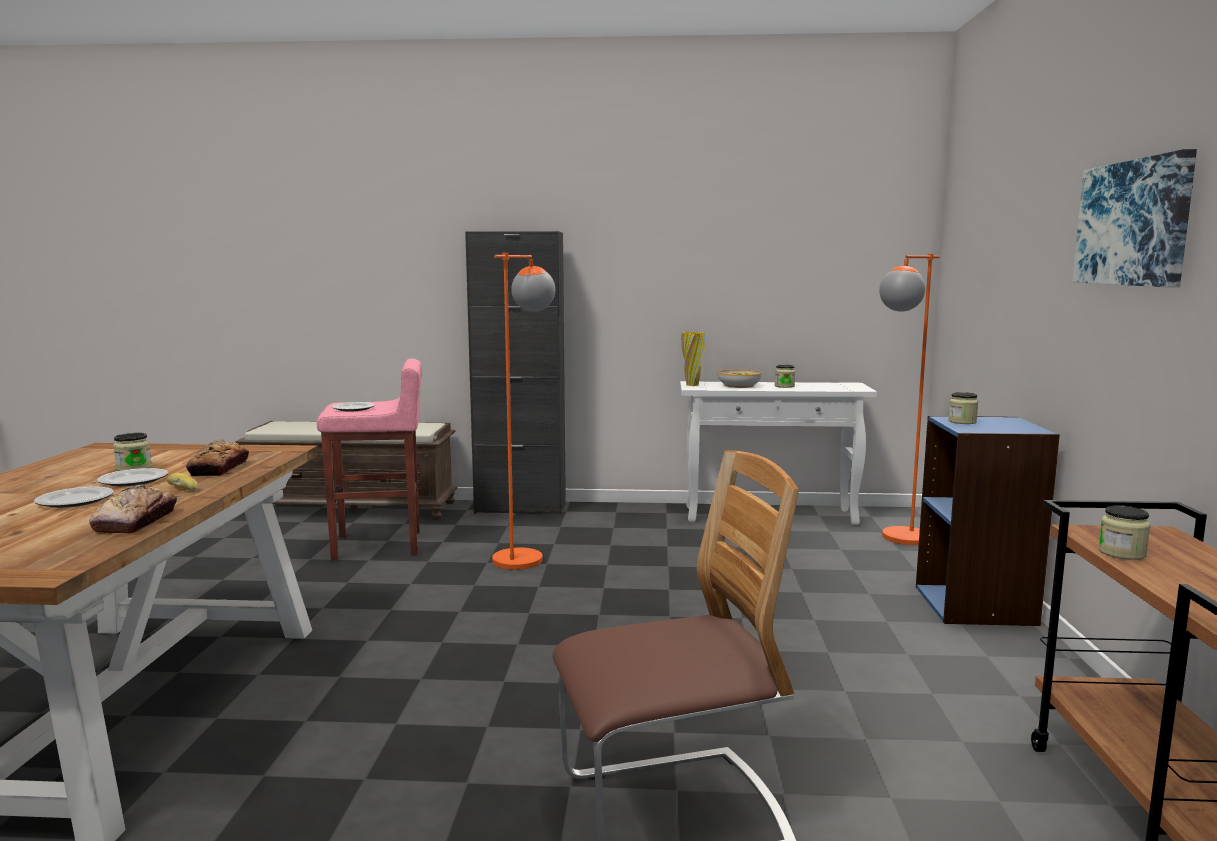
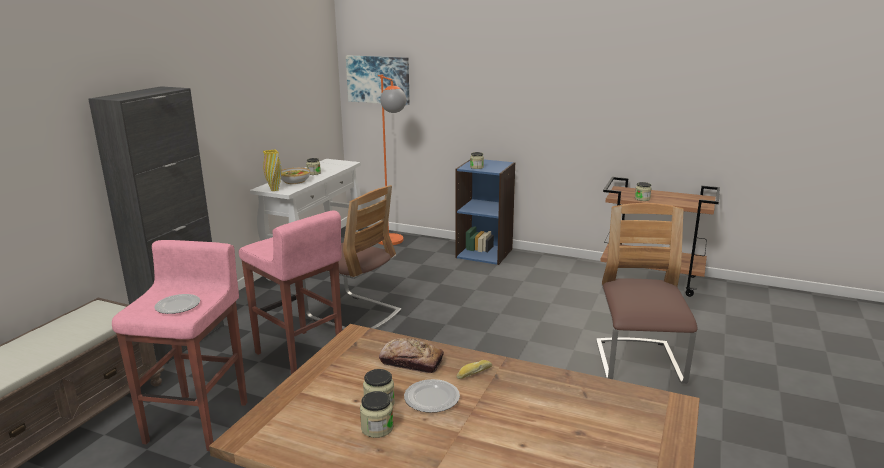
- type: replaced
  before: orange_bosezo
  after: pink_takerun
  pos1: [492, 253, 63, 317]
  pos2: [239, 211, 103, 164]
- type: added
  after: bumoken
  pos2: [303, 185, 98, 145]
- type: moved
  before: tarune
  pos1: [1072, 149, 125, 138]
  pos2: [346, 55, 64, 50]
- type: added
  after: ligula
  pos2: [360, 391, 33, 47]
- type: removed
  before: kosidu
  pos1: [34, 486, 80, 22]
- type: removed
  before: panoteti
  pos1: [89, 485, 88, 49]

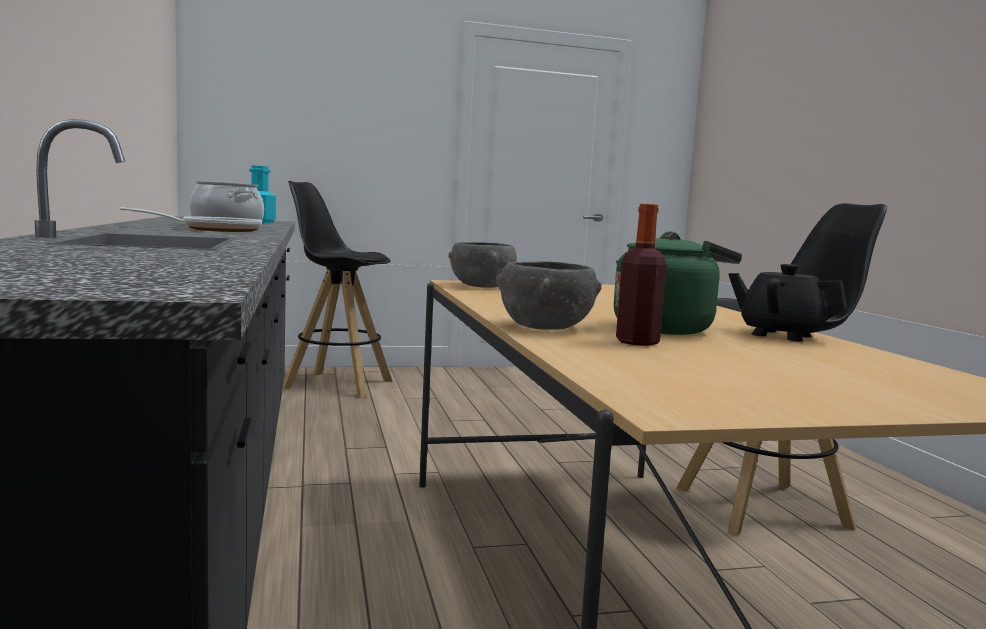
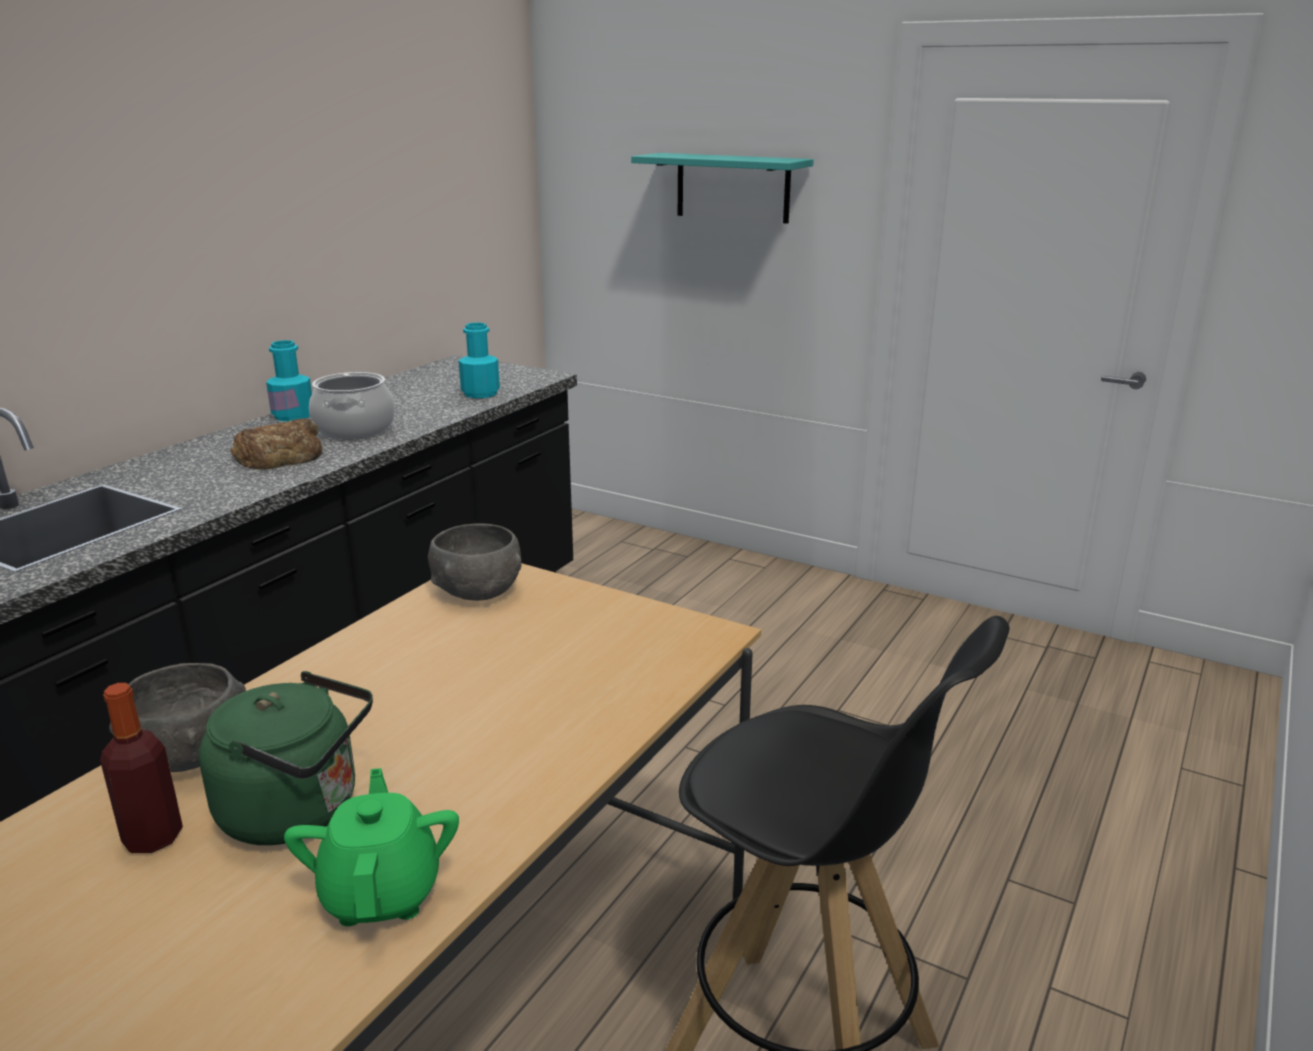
- type: replaced
  before: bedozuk
  after: panoteti
  pos1: [120, 207, 142, 25]
  pos2: [230, 418, 93, 52]
- type: added
  after: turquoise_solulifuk
  pos2: [266, 340, 46, 81]
- type: recoloured
  before: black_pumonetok
  after: green_pumonetok
  pos1: [728, 264, 119, 78]
  pos2: [284, 768, 175, 158]
- type: added
  after: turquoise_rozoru
  pos2: [631, 153, 183, 71]
- type: removed
  before: black_takerun
  pos1: [283, 181, 109, 217]

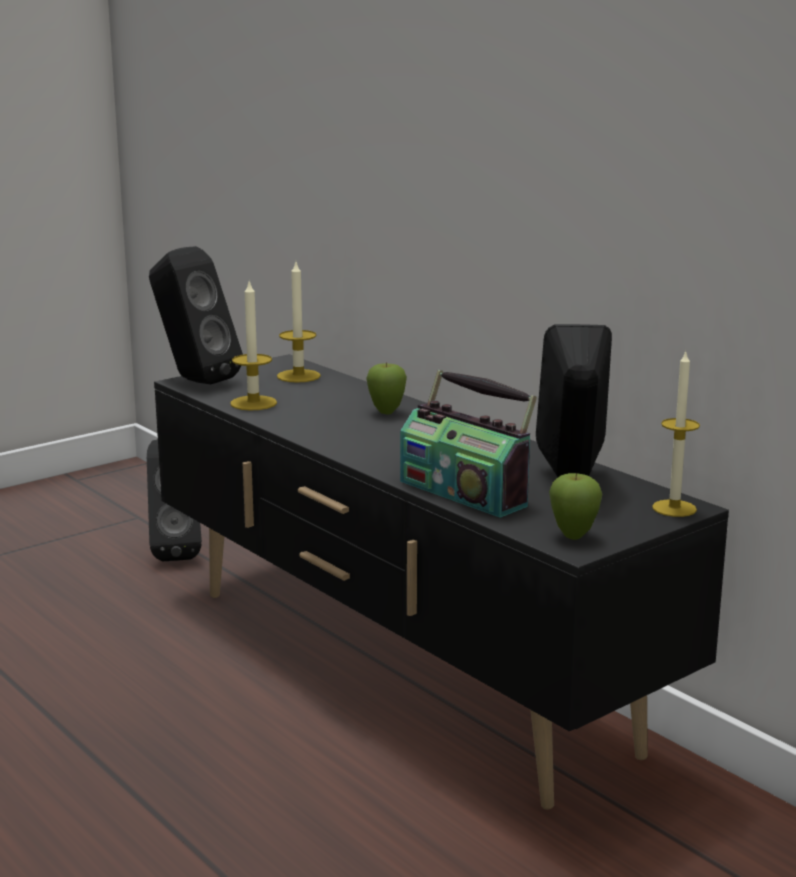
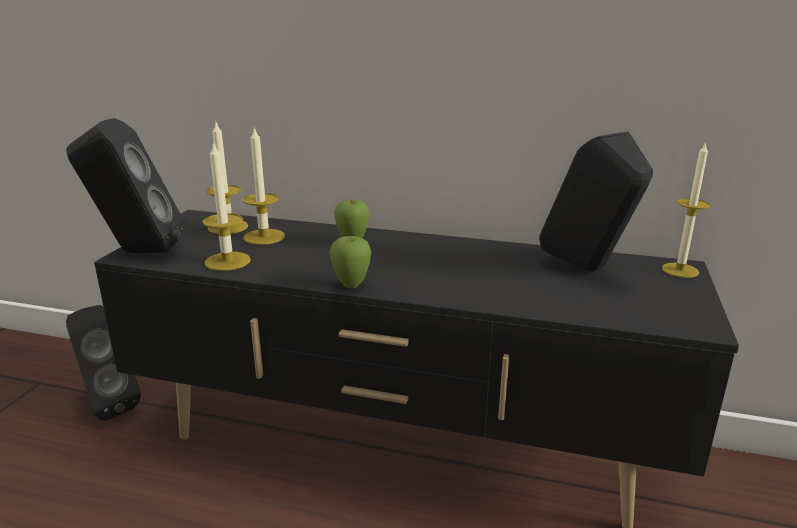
- type: added
  after: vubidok
  pos2: [243, 127, 42, 118]
- type: moved
  before: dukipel
  pos1: [549, 473, 53, 67]
  pos2: [329, 236, 43, 52]
- type: removed
  before: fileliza
  pos1: [400, 370, 137, 148]

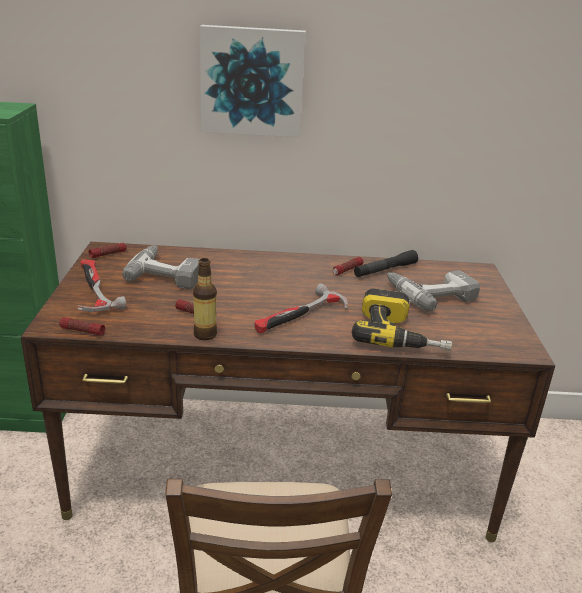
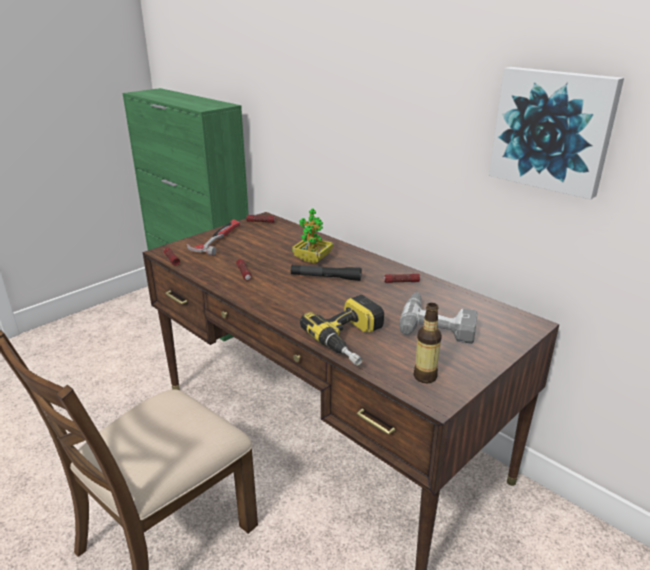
- type: moved
  before: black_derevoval
  pos1: [354, 250, 64, 27]
  pos2: [291, 265, 71, 16]
- type: added
  after: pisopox
  pos2: [292, 208, 41, 56]
- type: moved
  before: solulifuk
  pos1: [193, 258, 24, 82]
  pos2: [414, 303, 28, 80]
- type: moved
  before: tarune
  pos1: [200, 25, 106, 112]
  pos2: [489, 67, 135, 132]
- type: removed
  before: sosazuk
  pos1: [122, 245, 78, 44]
- type: removed
  before: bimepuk
  pos1: [254, 283, 94, 50]

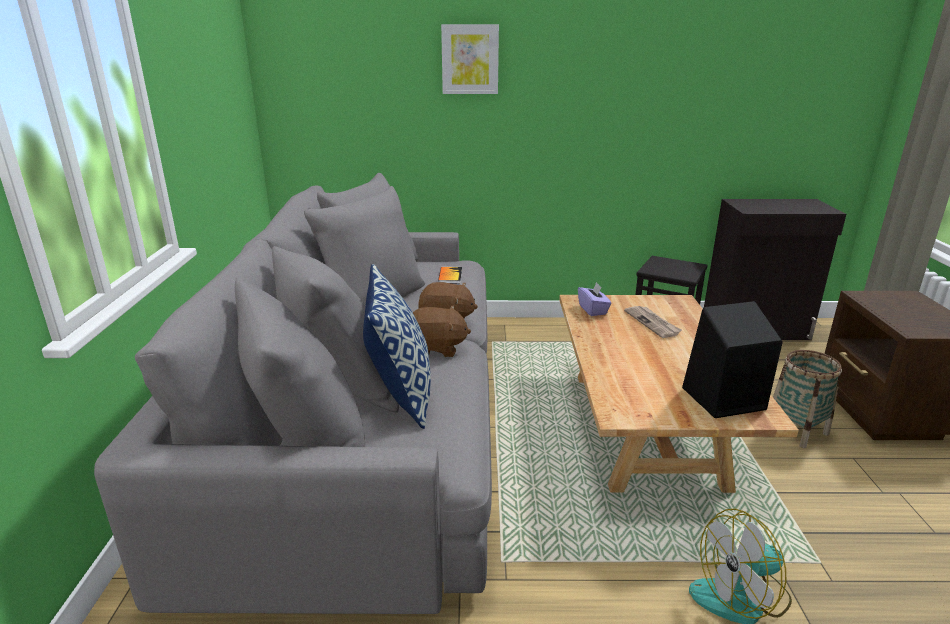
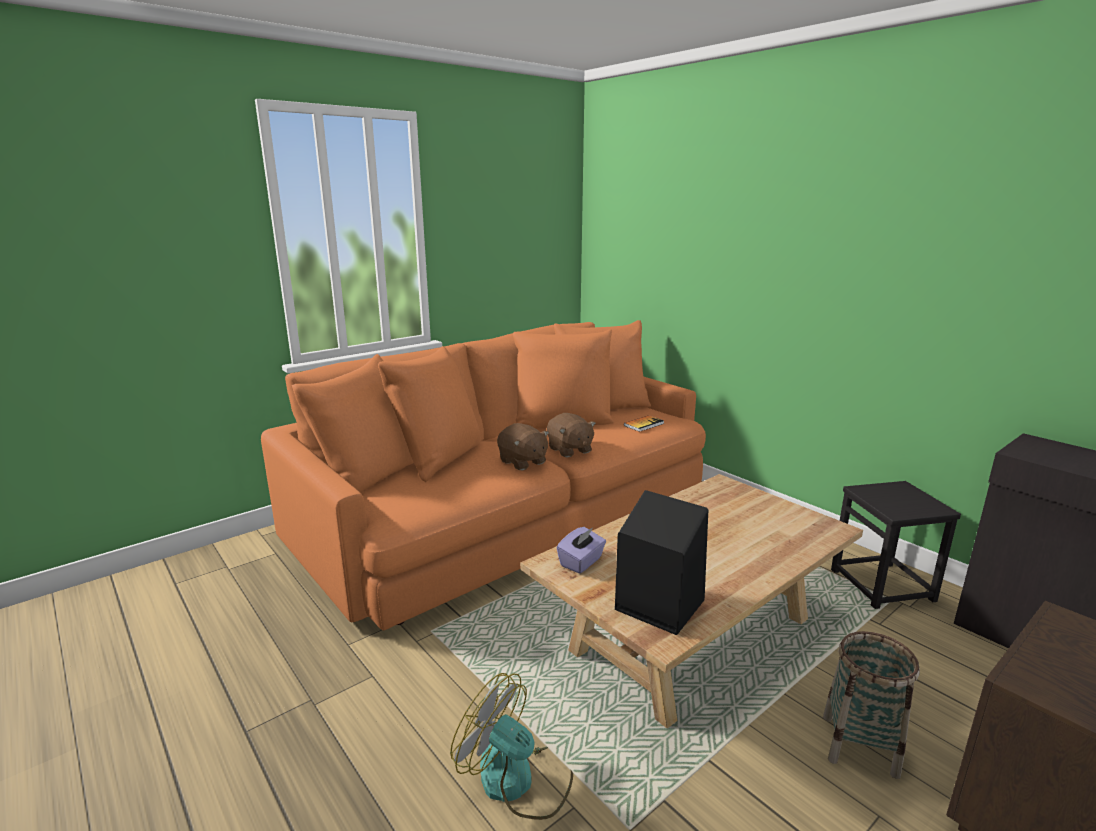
- type: recoloured
  before: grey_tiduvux
  after: orange_tiduvux
  pos1: [94, 173, 398, 441]
  pos2: [261, 320, 445, 311]
- type: moved
  before: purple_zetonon
  pos1: [578, 282, 33, 34]
  pos2: [557, 527, 49, 47]
- type: removed
  before: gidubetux
  pos1: [363, 264, 68, 165]
- type: removed
  before: tarune
  pos1: [441, 24, 58, 70]
- type: removed
  before: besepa
  pos1: [624, 306, 58, 32]

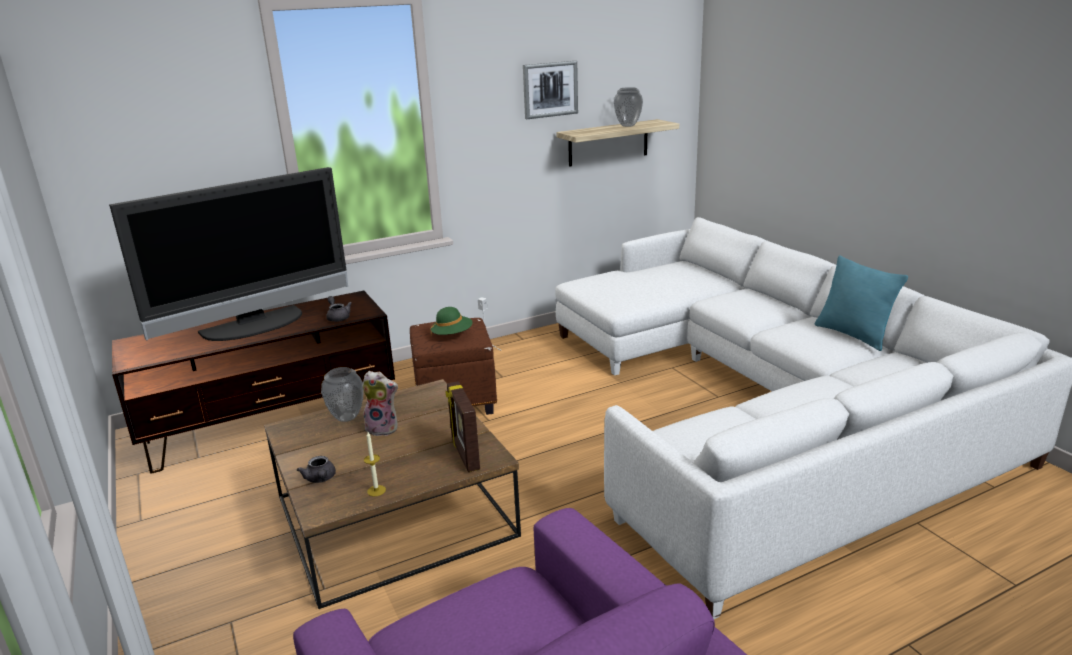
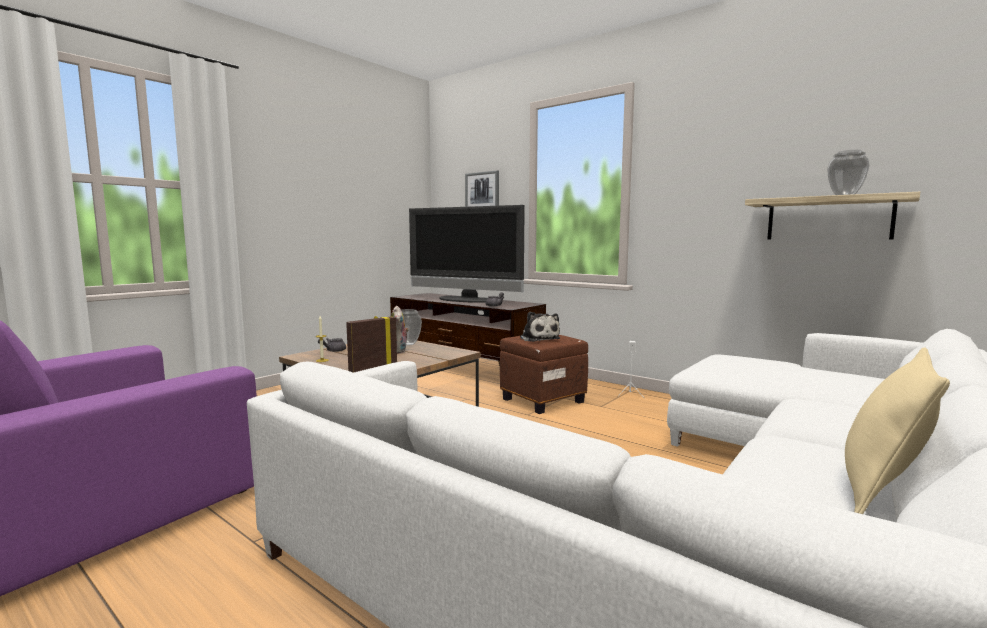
- type: moved
  before: tarune
  pos1: [523, 61, 55, 58]
  pos2: [465, 170, 34, 37]
- type: replaced
  before: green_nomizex
  after: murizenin
  pos1: [431, 307, 42, 29]
  pos2: [520, 312, 40, 30]
- type: recoloured
  before: turquoise_gidubetux
  after: beige_gidubetux
  pos1: [815, 255, 93, 96]
  pos2: [845, 347, 105, 167]

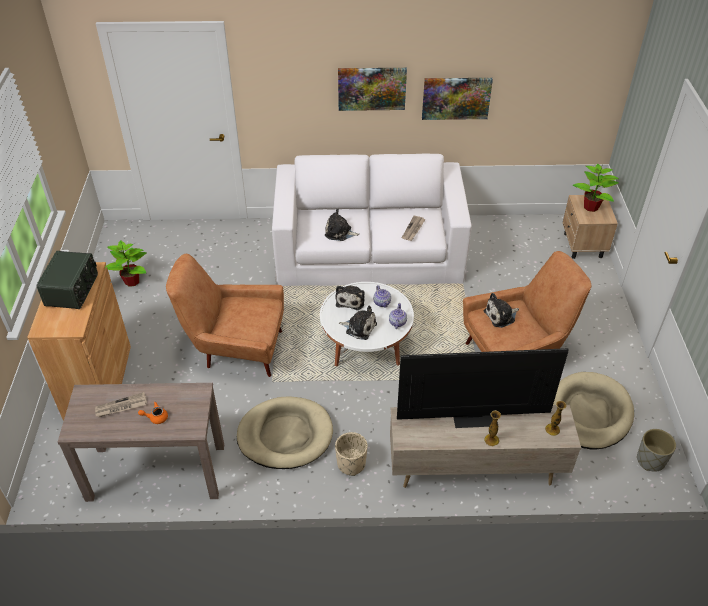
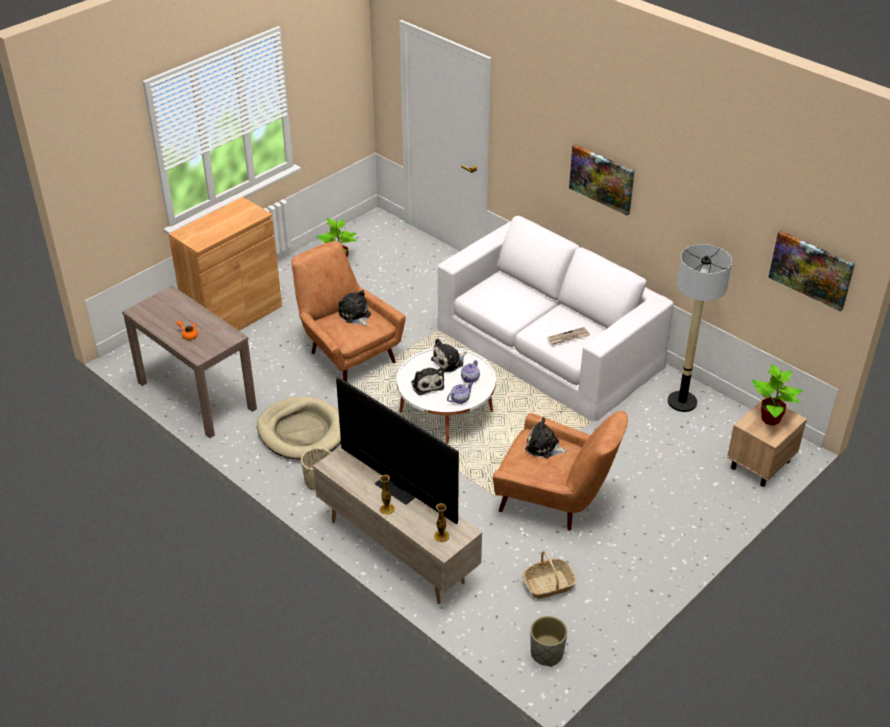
- type: moved
  before: murizenin
  pos1: [325, 209, 35, 32]
  pos2: [339, 290, 32, 36]
- type: replaced
  before: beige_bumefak
  after: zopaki
  pos1: [553, 372, 81, 77]
  pos2: [522, 551, 55, 48]
- type: added
  after: bosezo
  pos2: [668, 244, 64, 168]
- type: moved
  before: tarune
  pos1: [422, 78, 71, 42]
  pos2: [768, 231, 87, 81]
- type: removed
  before: fileliza
  pos1: [37, 251, 61, 58]
- type: removed
  before: besepa
  pos1: [95, 392, 52, 25]

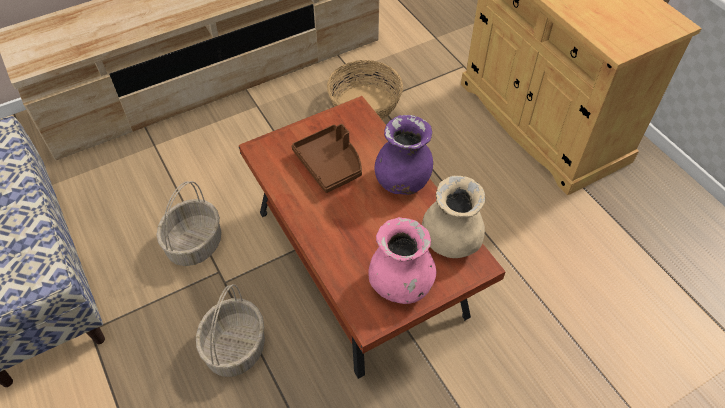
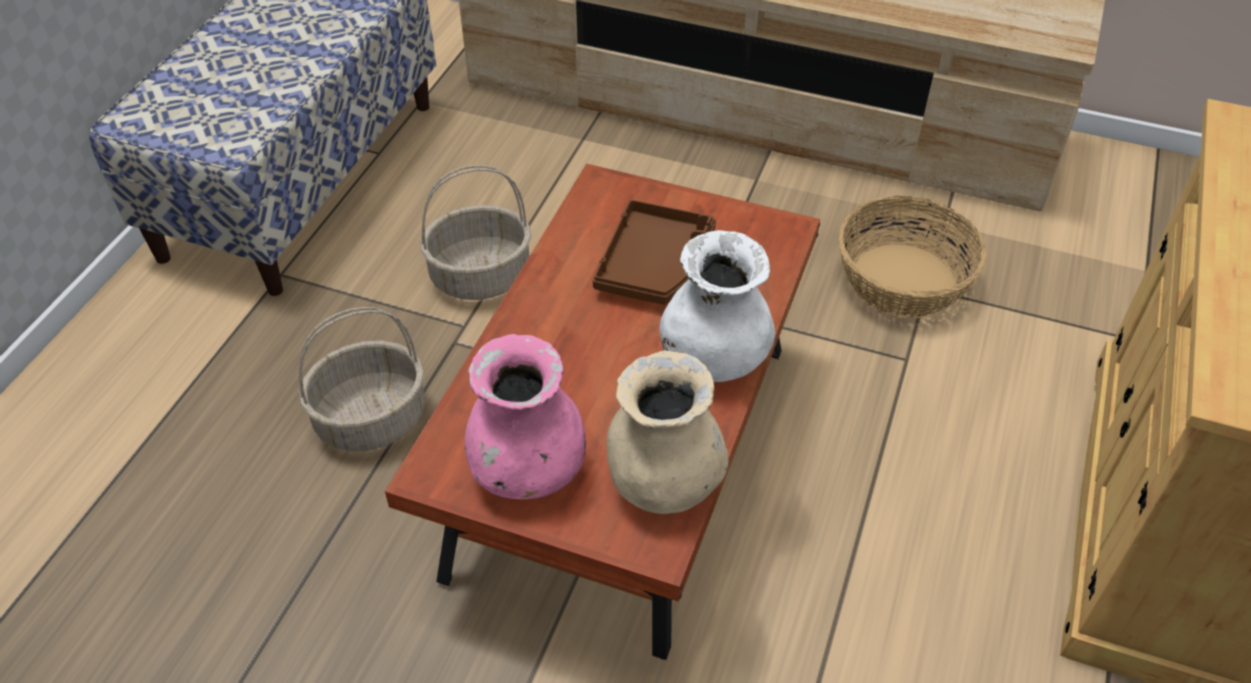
- type: recoloured
  before: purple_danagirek
  after: white_danagirek
  pos1: [375, 115, 58, 80]
  pos2: [660, 230, 115, 152]

